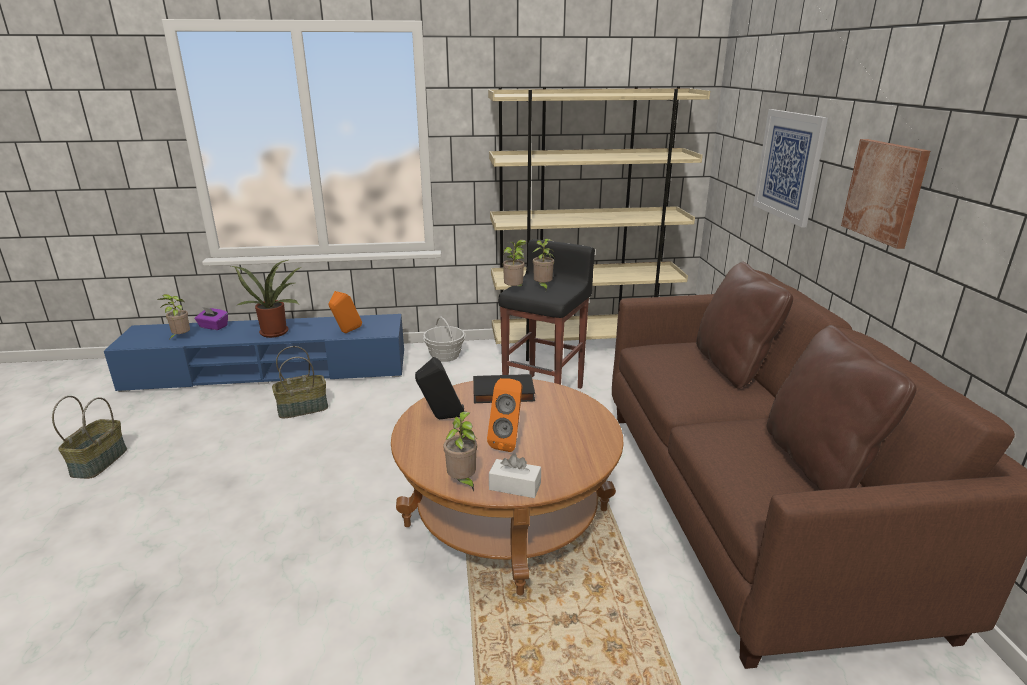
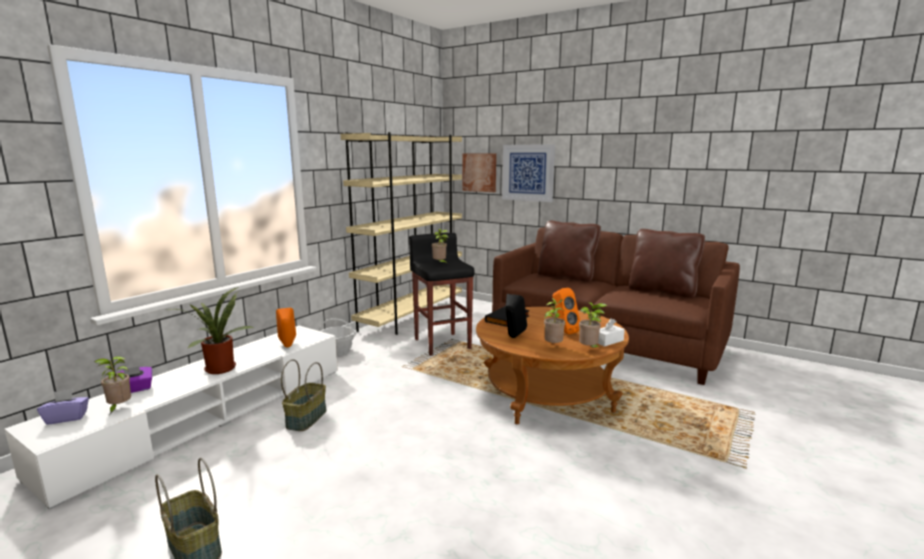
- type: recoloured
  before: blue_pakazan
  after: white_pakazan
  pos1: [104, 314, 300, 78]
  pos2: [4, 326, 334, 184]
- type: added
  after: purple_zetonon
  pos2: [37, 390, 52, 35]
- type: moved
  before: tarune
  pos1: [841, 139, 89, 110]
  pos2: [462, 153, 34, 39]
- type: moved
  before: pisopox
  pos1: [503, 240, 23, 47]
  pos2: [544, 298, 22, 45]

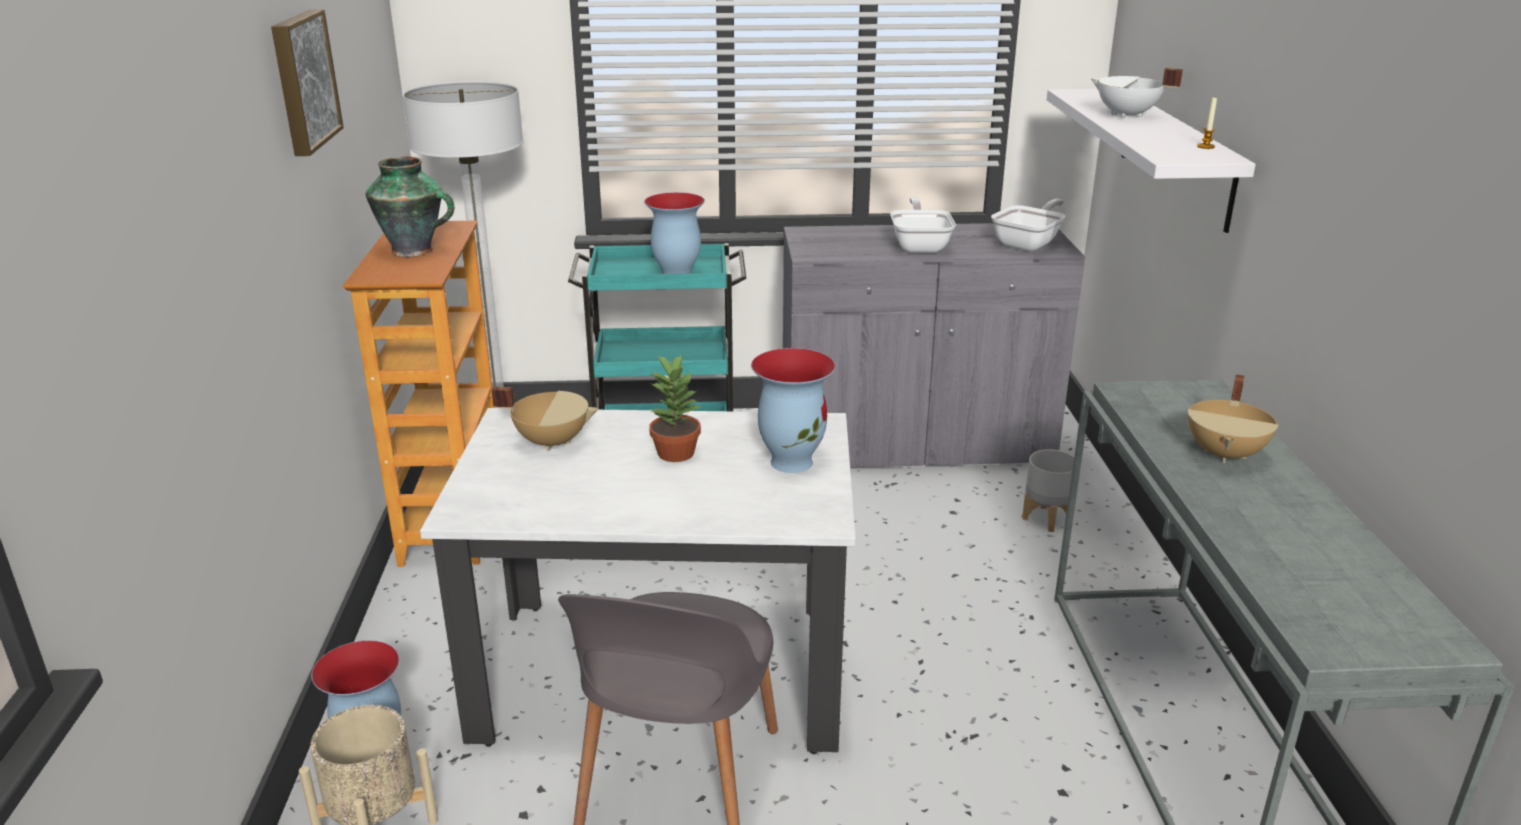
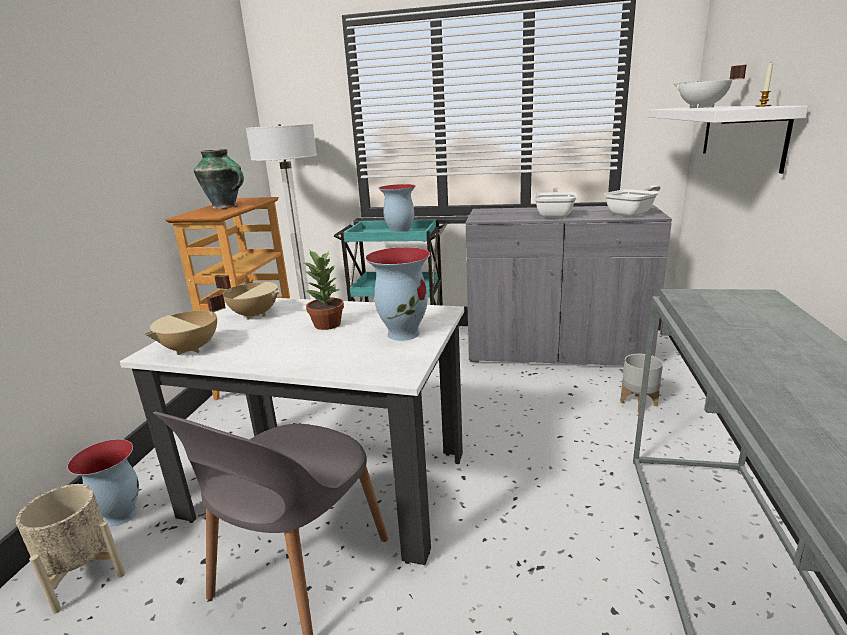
- type: moved
  before: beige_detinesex
  pos1: [1188, 375, 90, 88]
  pos2: [145, 293, 81, 62]
- type: removed
  before: tarune
  pos1: [271, 9, 73, 147]

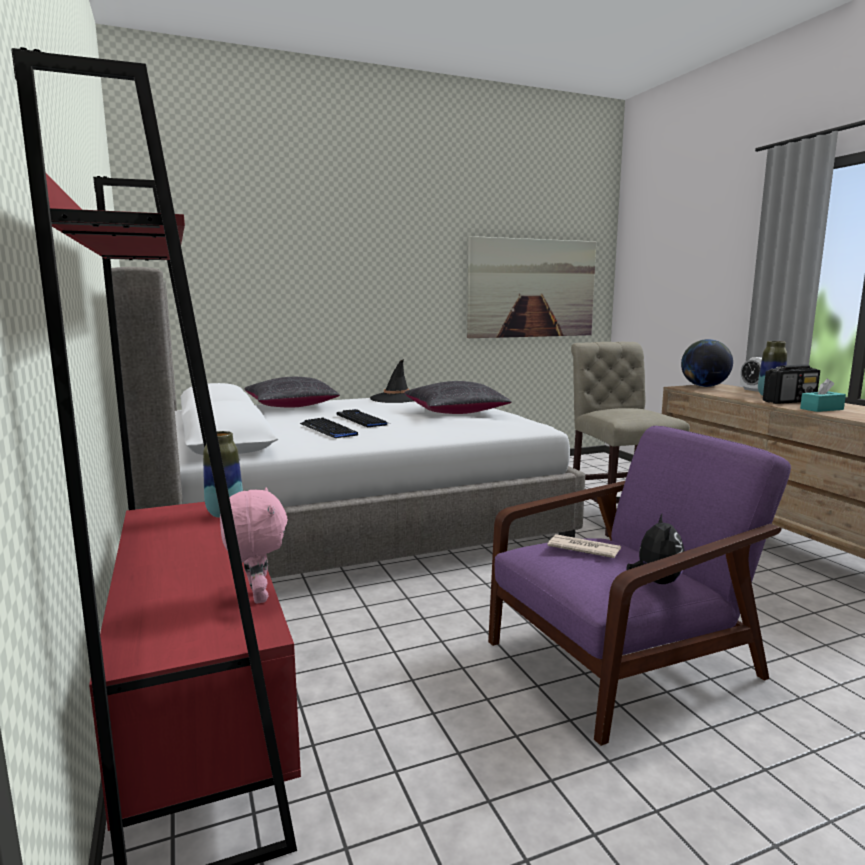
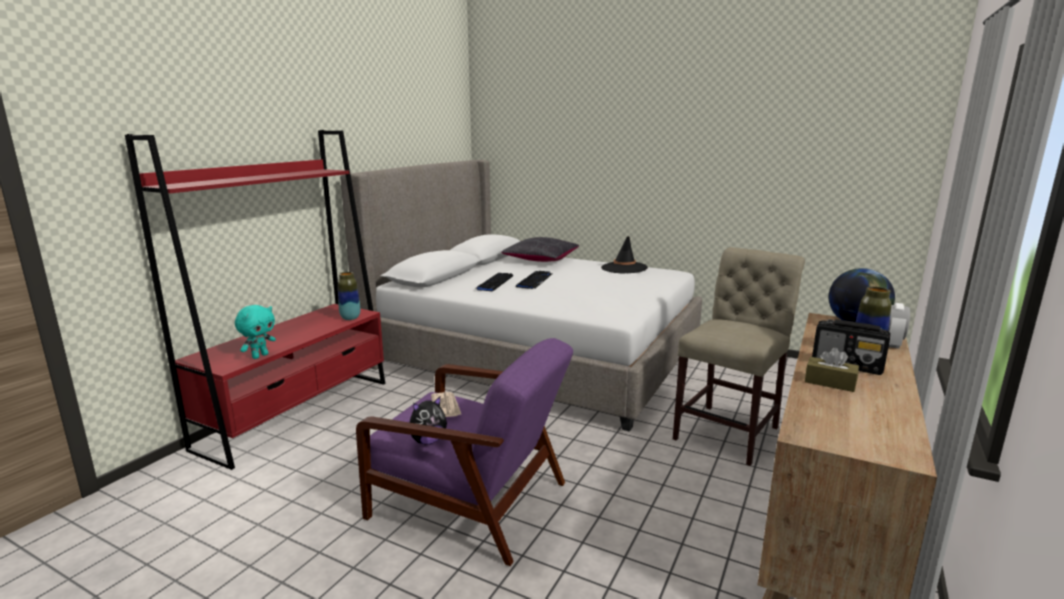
- type: recoloured
  before: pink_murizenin
  after: turquoise_murizenin
  pos1: [220, 488, 68, 116]
  pos2: [235, 305, 41, 54]
- type: recoloured
  before: turquoise_zetonon
  after: brown_zetonon
  pos1: [800, 379, 46, 33]
  pos2: [805, 348, 54, 44]
- type: removed
  before: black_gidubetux
  pos1: [404, 381, 108, 33]
- type: removed
  before: tarune
  pos1: [467, 236, 129, 102]

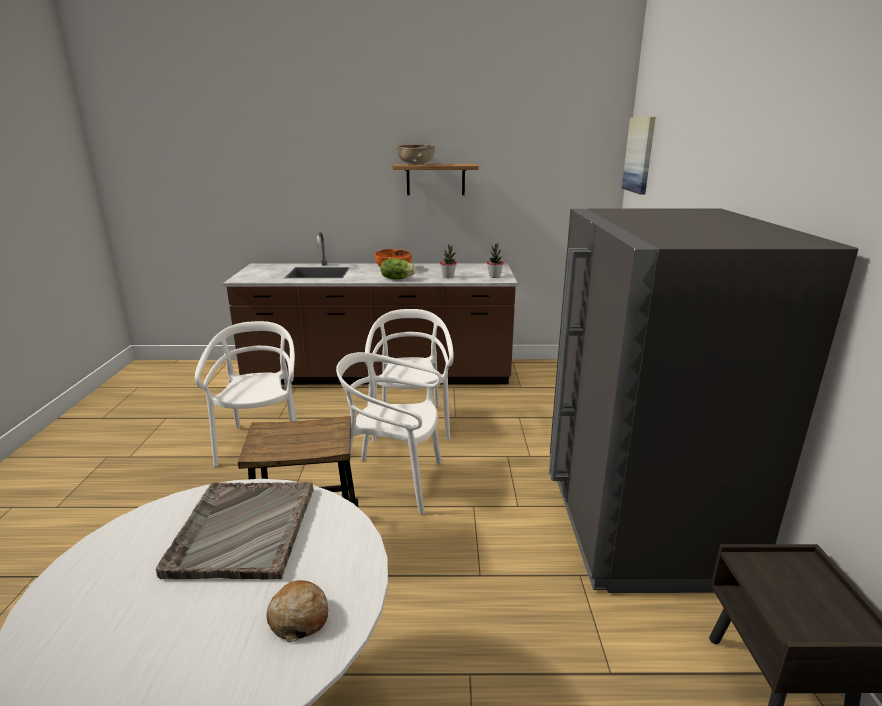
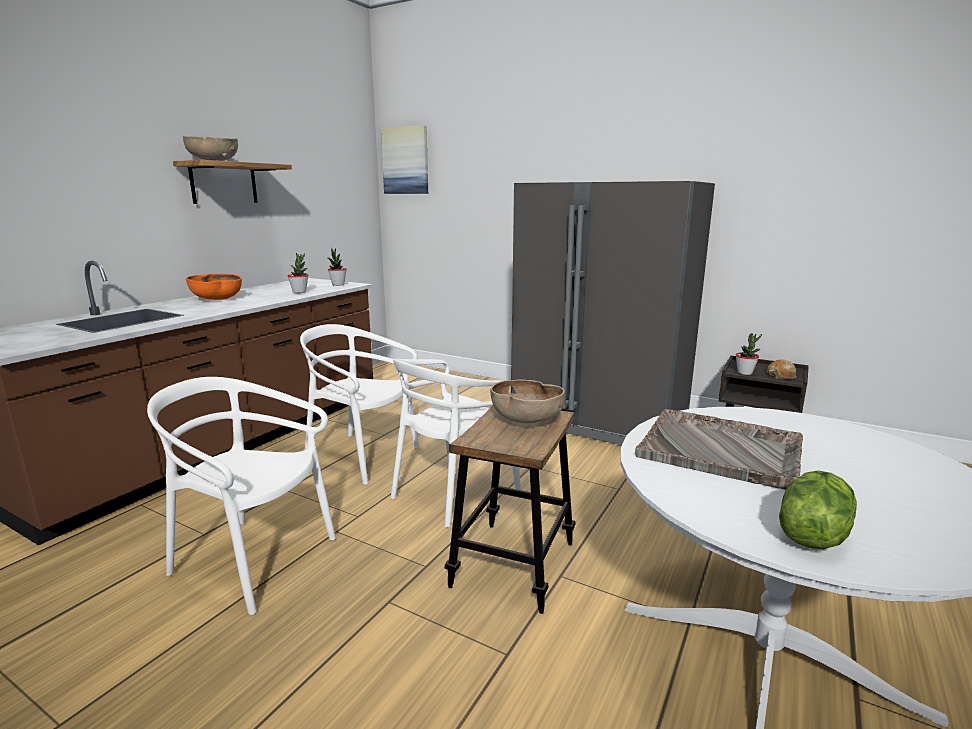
- type: added
  after: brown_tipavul
  pos2: [491, 380, 74, 43]
- type: added
  after: pisopox
  pos2: [736, 333, 26, 42]
- type: moved
  before: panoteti
  pos1: [267, 580, 61, 62]
  pos2: [766, 359, 31, 20]
- type: moved
  before: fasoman
  pos1: [380, 258, 36, 21]
  pos2: [779, 470, 78, 79]

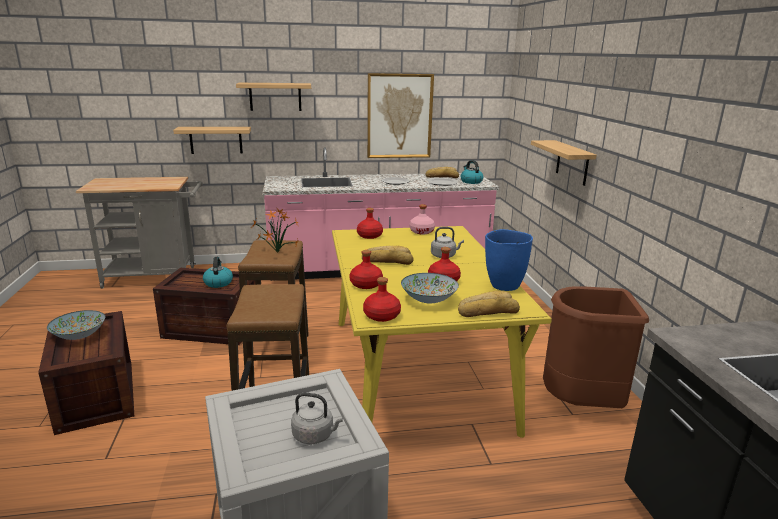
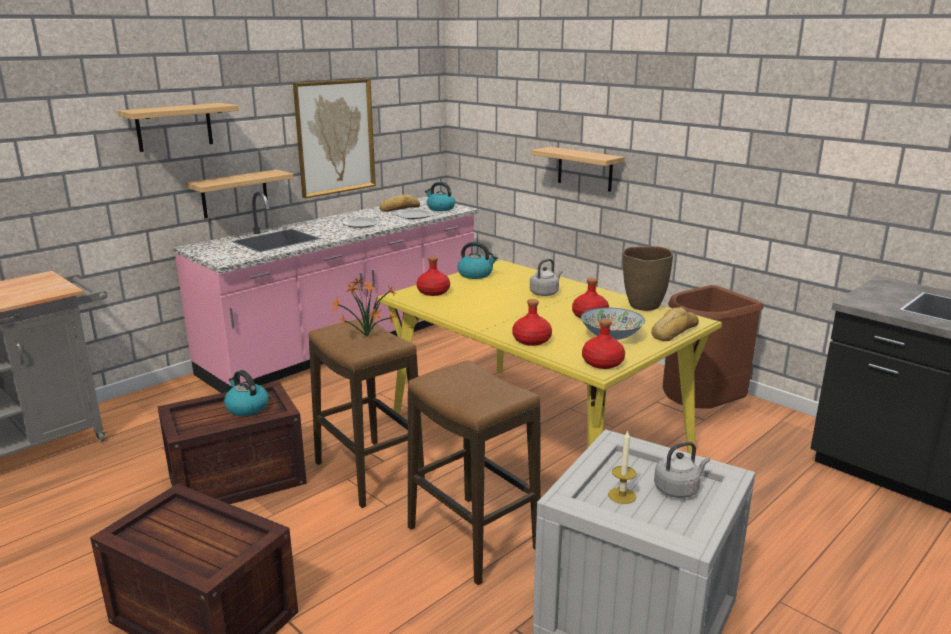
- type: moved
  before: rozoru
  pos1: [173, 127, 78, 27]
  pos2: [186, 170, 107, 48]
- type: replaced
  before: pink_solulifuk
  after: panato
  pos1: [409, 204, 26, 30]
  pos2: [457, 242, 41, 37]
- type: added
  after: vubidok
  pos2: [608, 430, 28, 74]
- type: recoloured
  before: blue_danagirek
  after: brown_danagirek
  pos1: [485, 229, 48, 62]
  pos2: [623, 246, 50, 65]
- type: removed
  before: tipavul
  pos1: [47, 310, 58, 30]
- type: removed
  before: panoteti
  pos1: [362, 246, 52, 19]

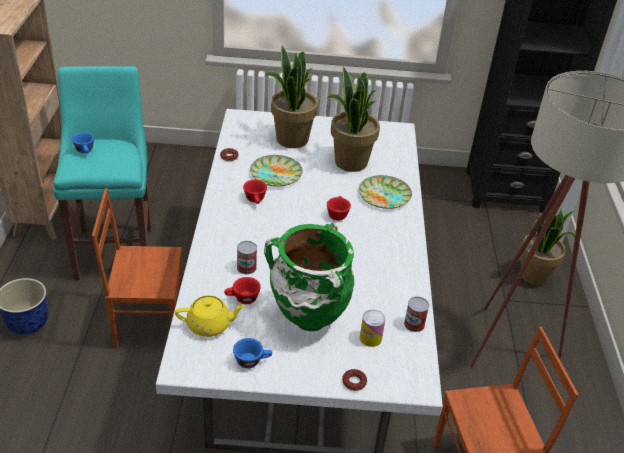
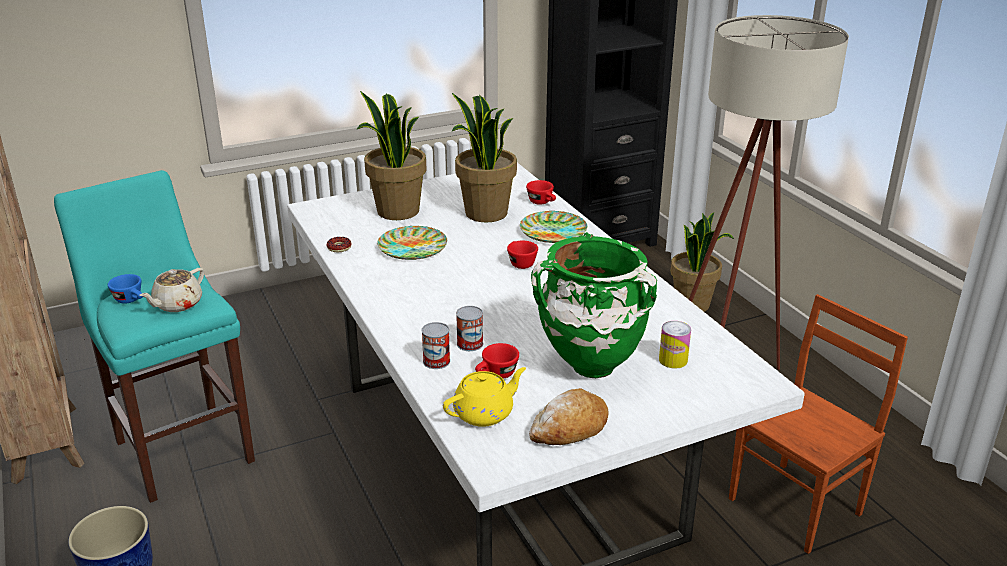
- type: added
  after: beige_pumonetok
  pos2: [139, 268, 65, 44]
- type: moved
  before: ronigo
  pos1: [404, 297, 25, 35]
  pos2: [421, 322, 29, 47]
- type: moved
  before: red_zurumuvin
  pos1: [243, 180, 24, 24]
  pos2: [526, 180, 30, 24]
- type: replaced
  before: blue_zurumuvin
  after: panoteti
  pos1: [233, 338, 39, 30]
  pos2: [529, 388, 80, 57]
- type: removed
  before: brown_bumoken
  pos1: [92, 188, 90, 160]
- type: removed
  before: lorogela
  pos1: [342, 369, 25, 22]

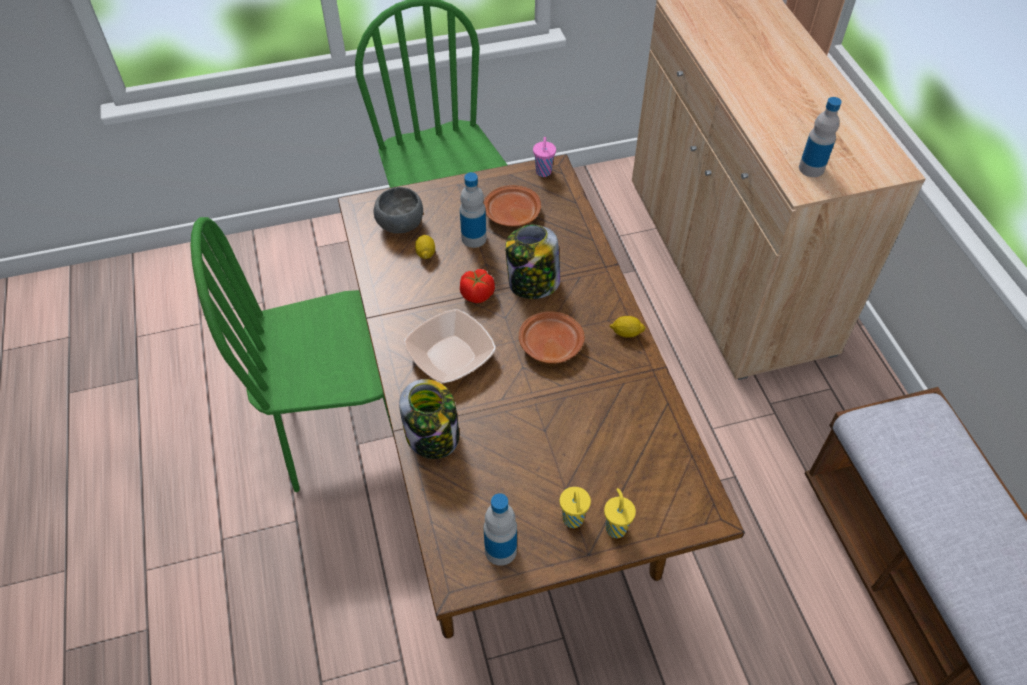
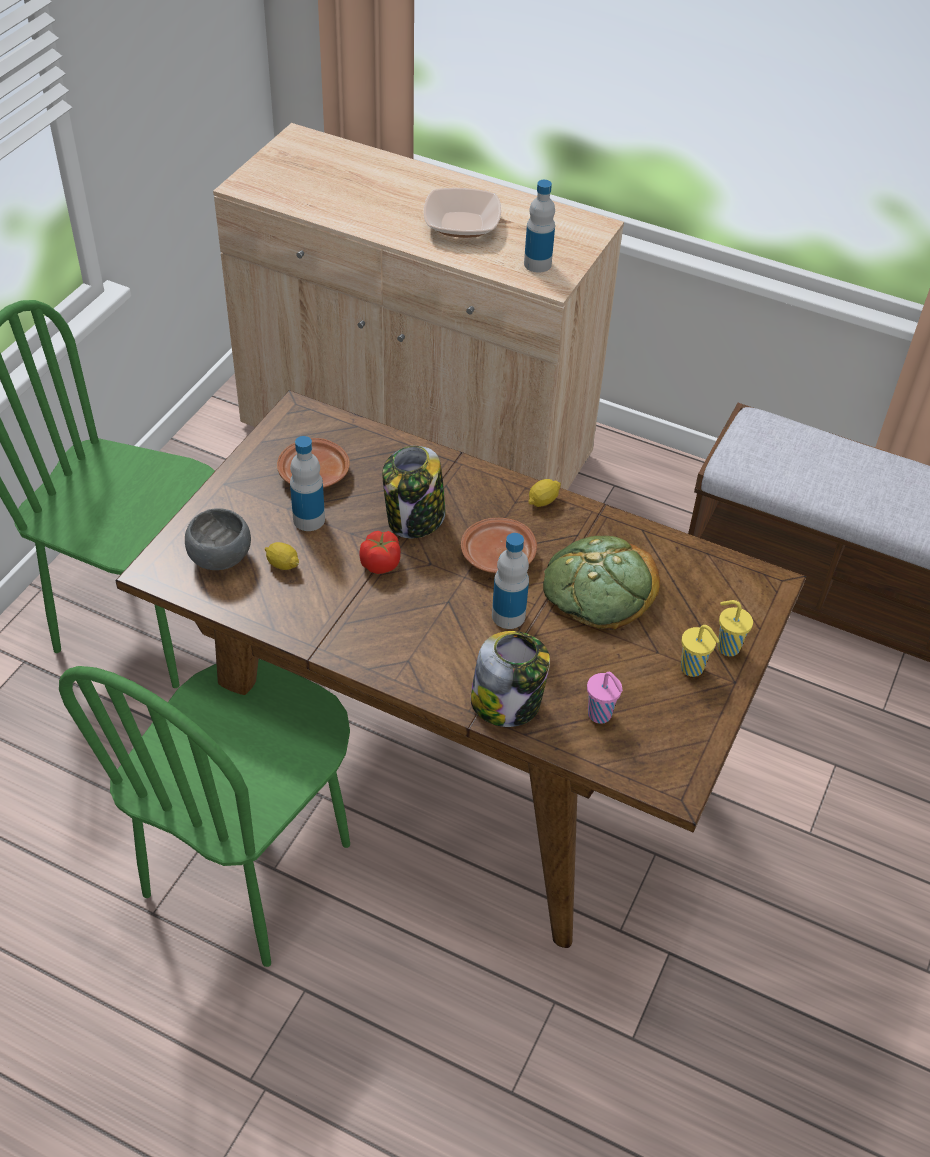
- type: moved
  before: tipavul
  pos1: [404, 309, 92, 74]
  pos2: [424, 188, 77, 50]
- type: moved
  before: solulifuk
  pos1: [484, 493, 33, 73]
  pos2: [492, 533, 37, 96]
- type: added
  after: panoteti
  pos2: [543, 536, 117, 94]
- type: moved
  before: pink_zurumuvin
  pos1: [533, 137, 23, 40]
  pos2: [587, 672, 36, 52]

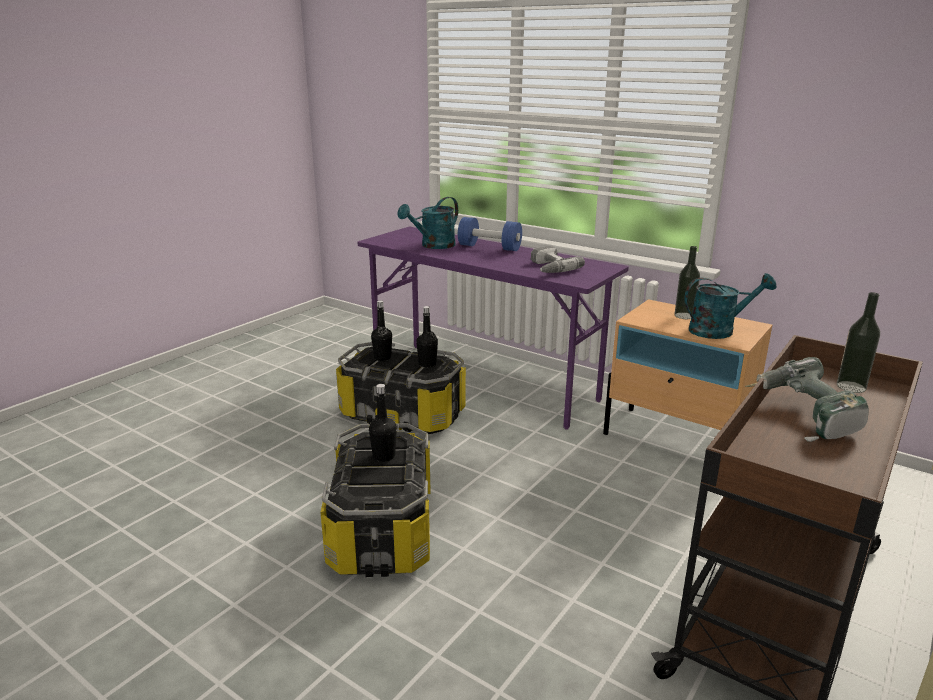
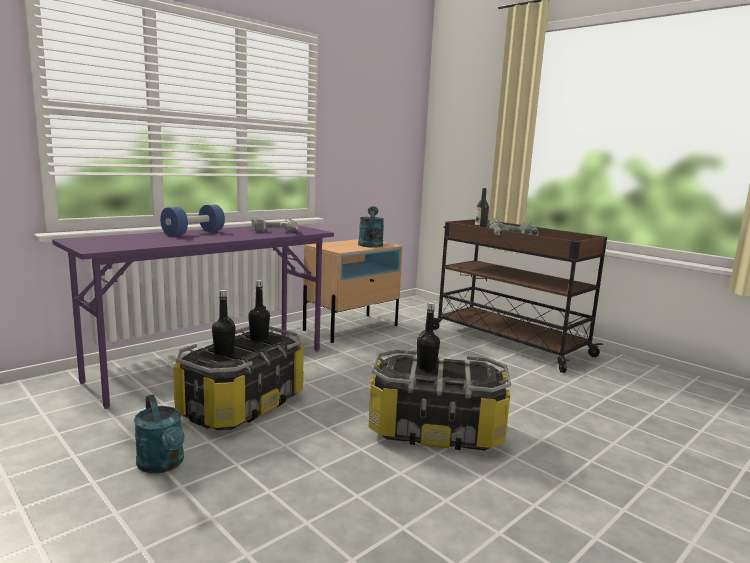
- type: moved
  before: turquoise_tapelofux
  pos1: [397, 197, 61, 52]
  pos2: [134, 394, 51, 79]
- type: removed
  before: solulifuk
  pos1: [674, 246, 26, 73]

